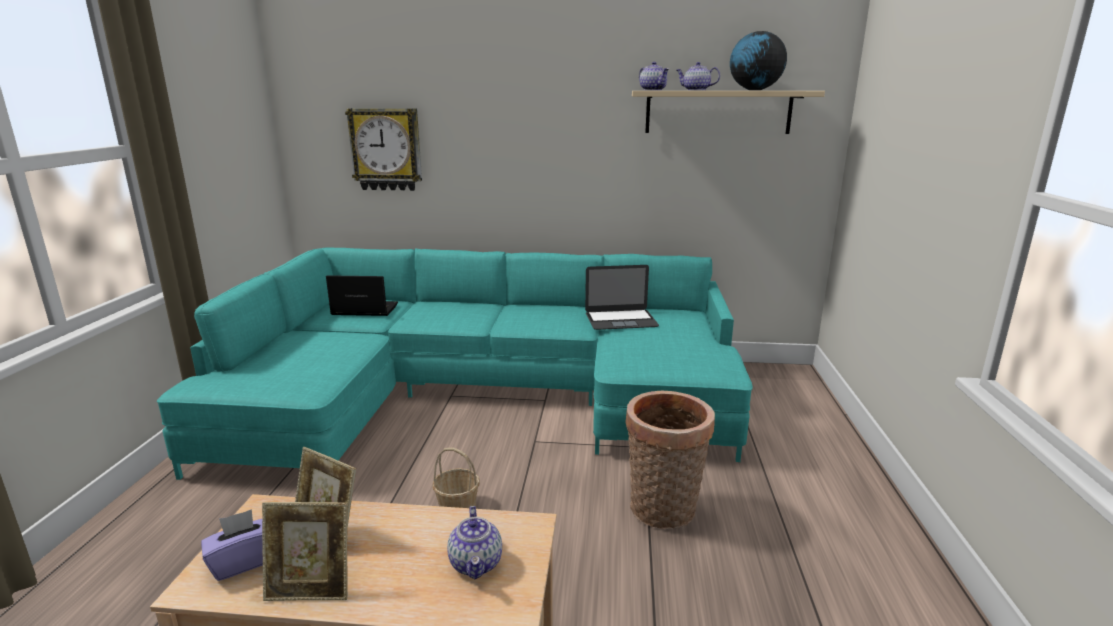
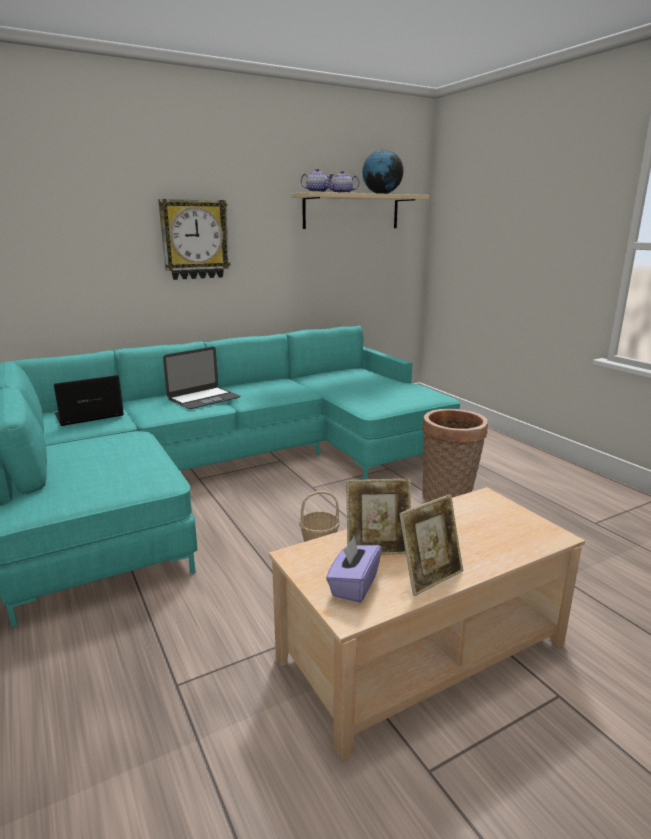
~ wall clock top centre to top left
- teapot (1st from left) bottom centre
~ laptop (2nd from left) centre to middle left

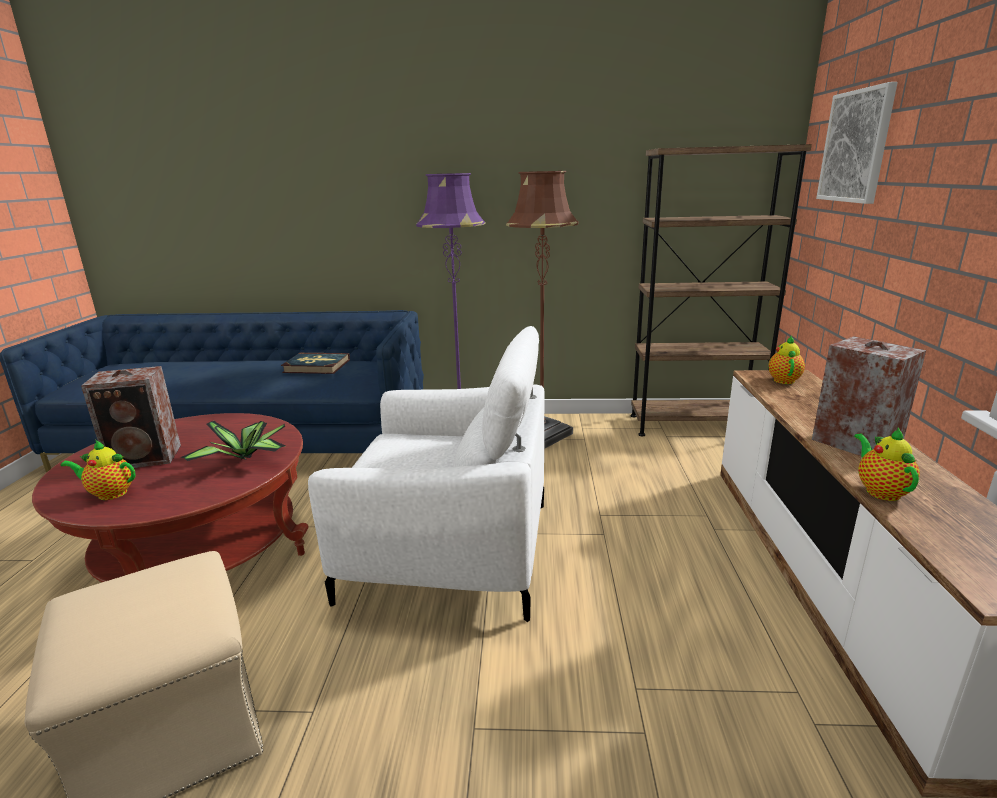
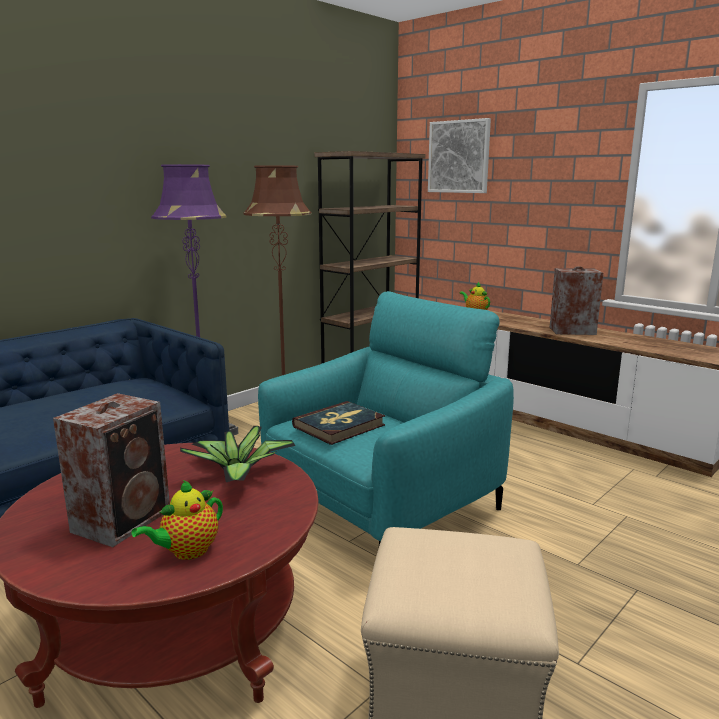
~ book middle left to centre
~ white armchair centre to turquoise armchair centre
- teapot (3rd from left) middle right

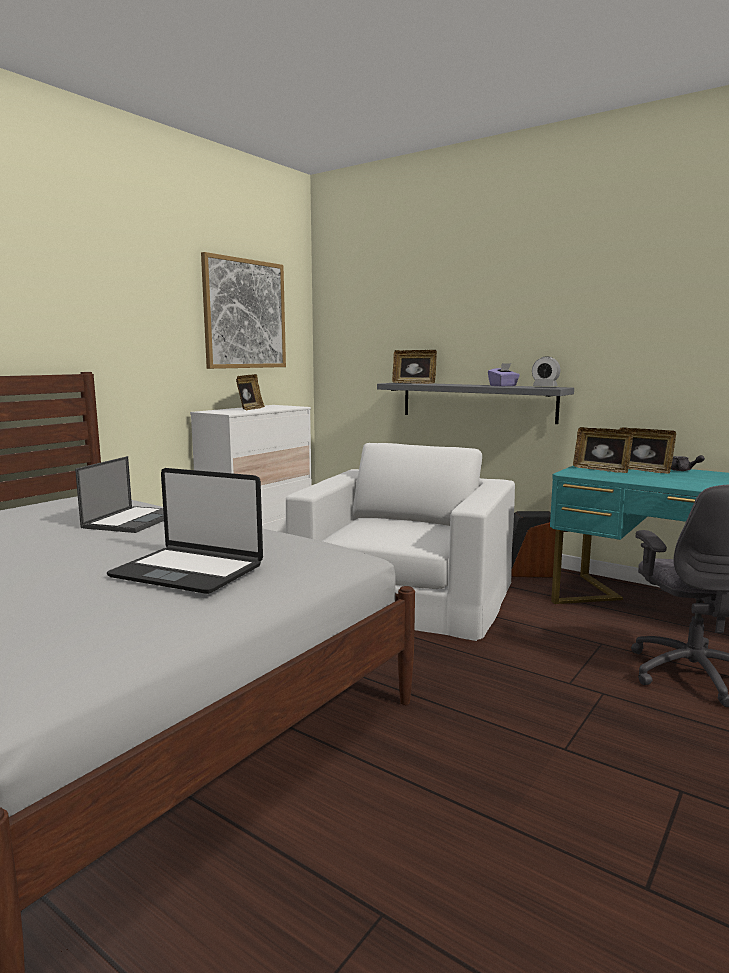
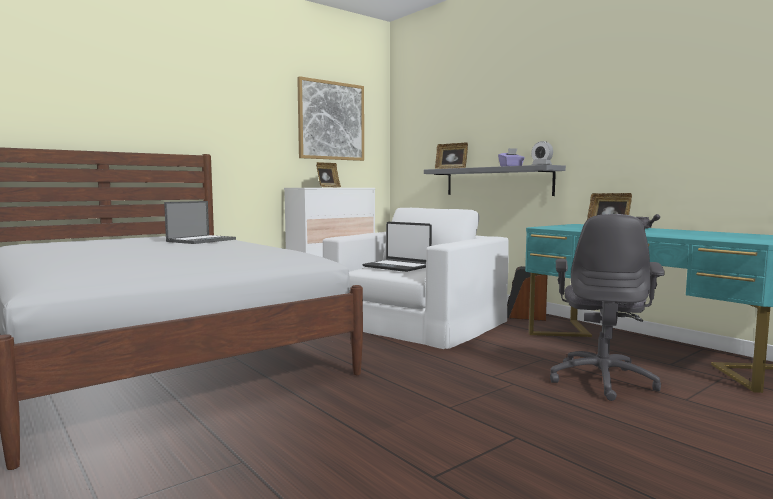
~ laptop (2nd from left) middle left to centre
- picture frame (3rd from left) middle right

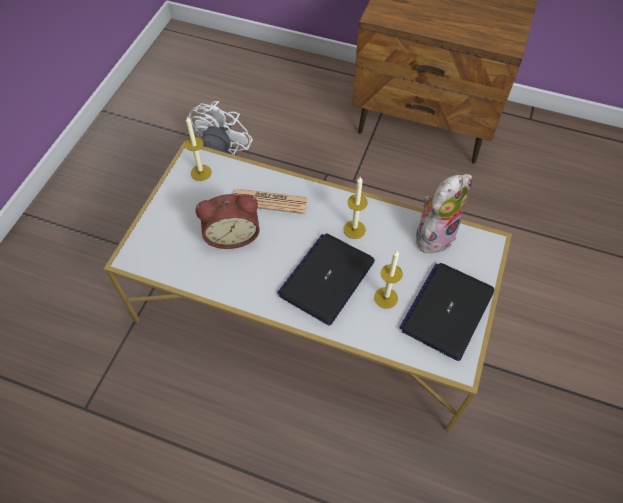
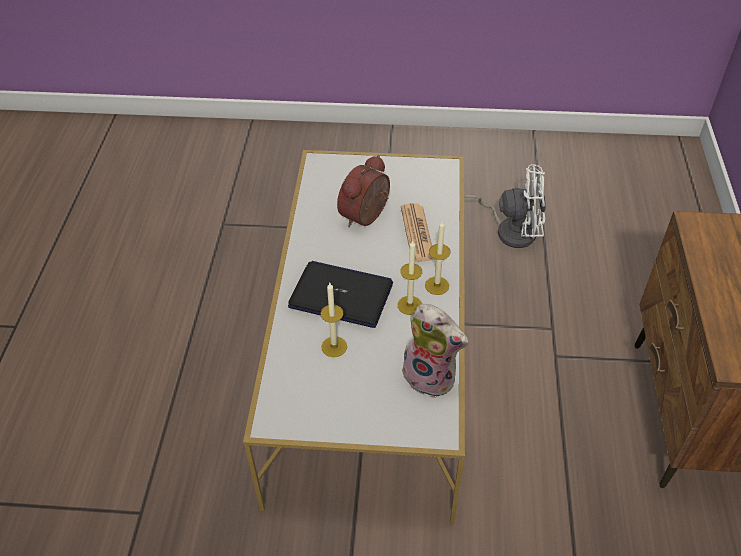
~ candle (1st from left in the first image) top left to candle (3rd from left) centre
~ alarm clock centre = centre 60 degrees clockwise
- laptop (2nd from left) middle right

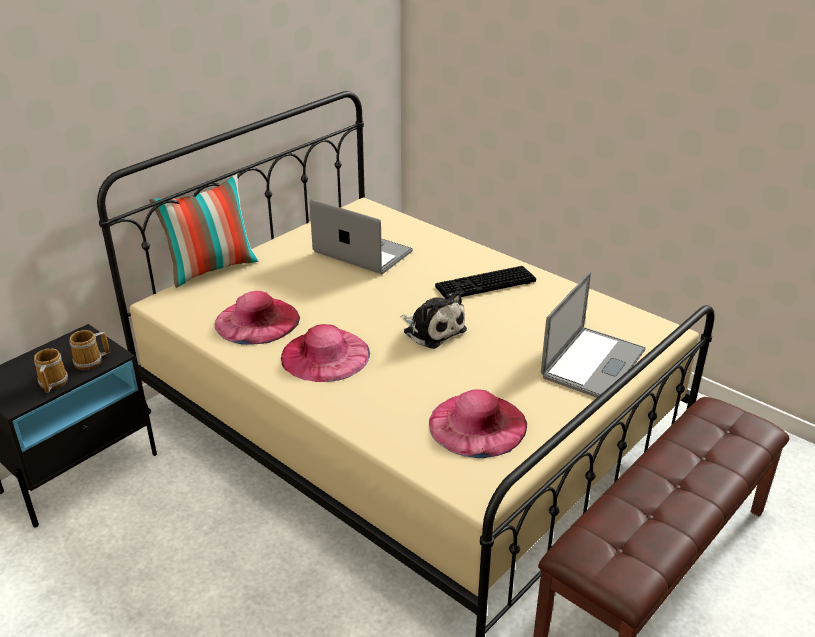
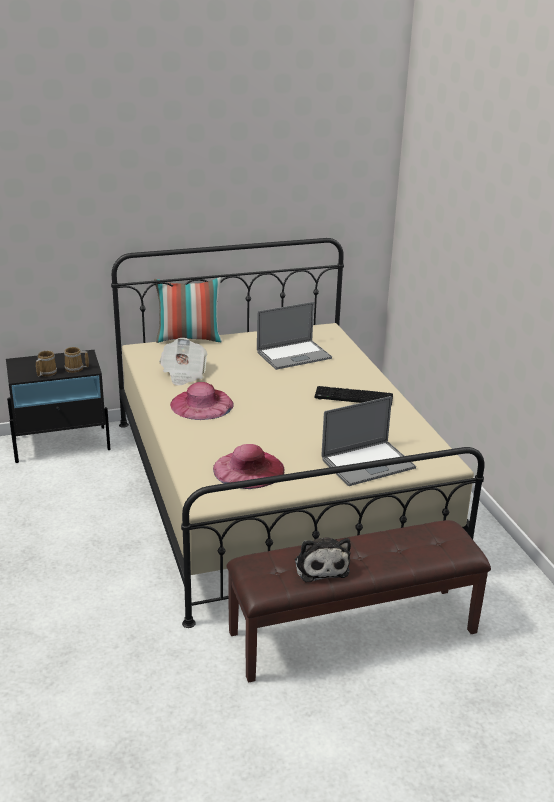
~ pink hat (1st from left) middle left to newspaper middle left
~ laptop (1st from left) centre = centre 90 degrees clockwise
~ plush toy centre to bottom centre

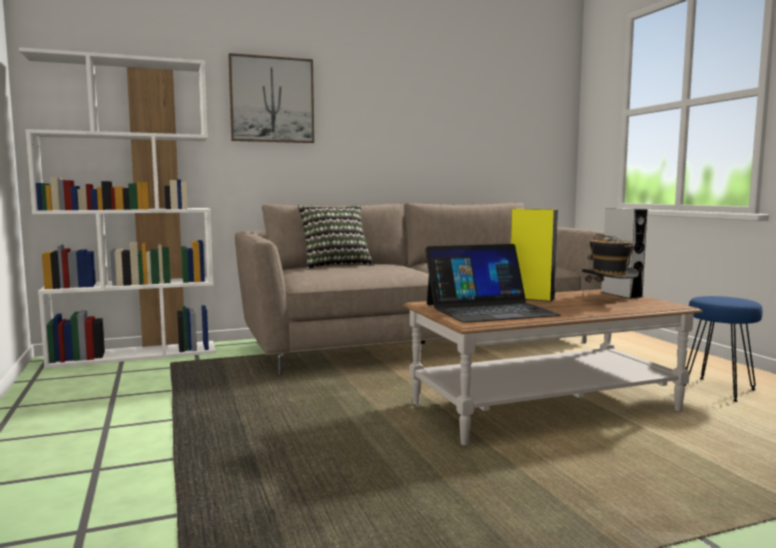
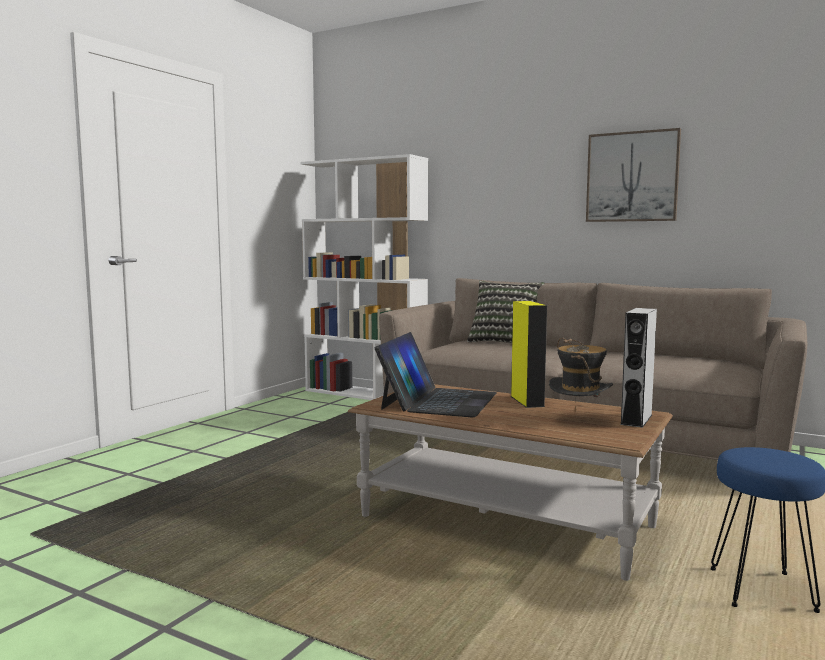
~ picture top centre to top right
~ laptop centre = centre 105 degrees counterclockwise

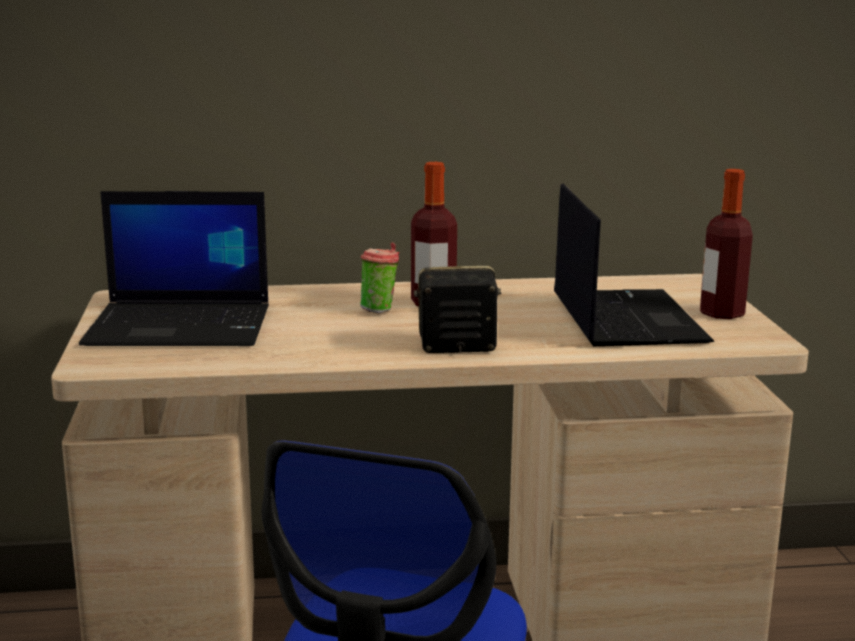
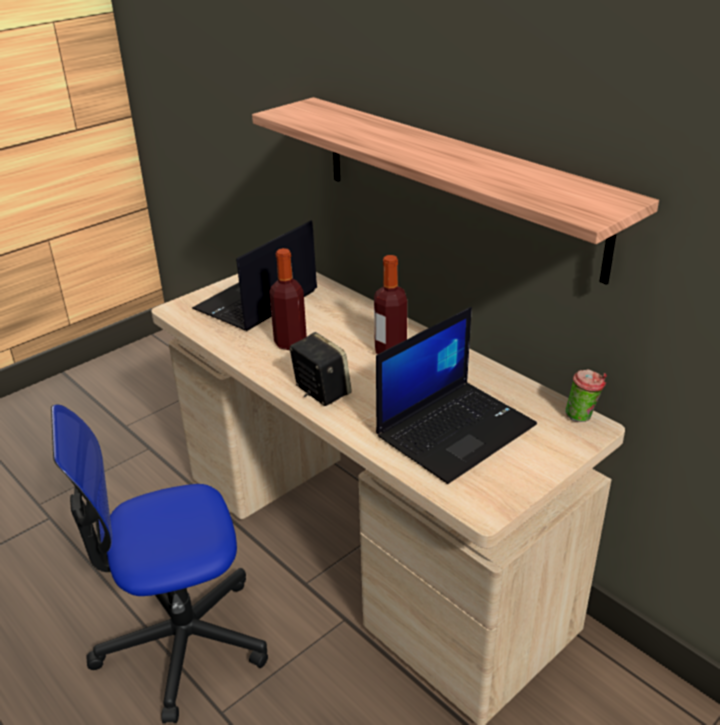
~ laptop (1st from left) middle left = centre 75 degrees clockwise
~ cup centre to middle right
~ bottle (2nd from left in the first image) middle right to bottle (1st from left) centre
+ shelf top centre

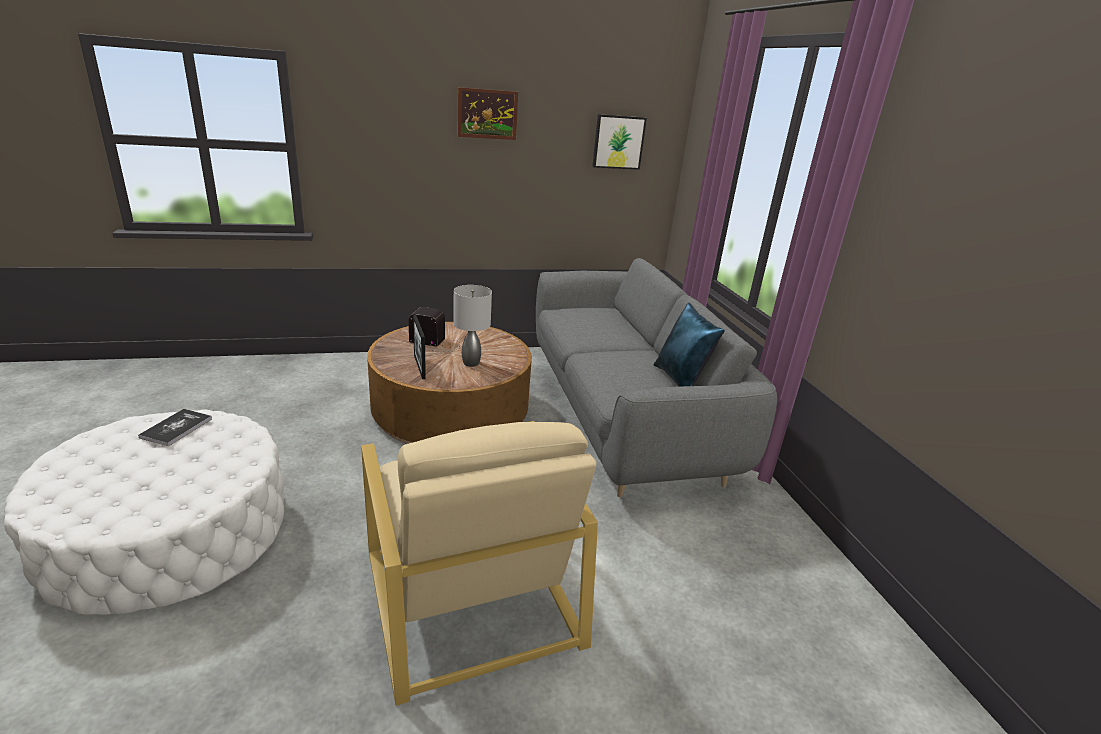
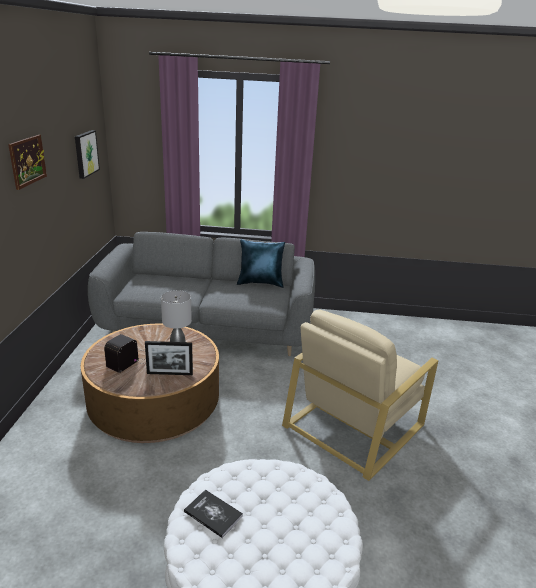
~ beige armchair bottom centre = bottom right 135 degrees clockwise

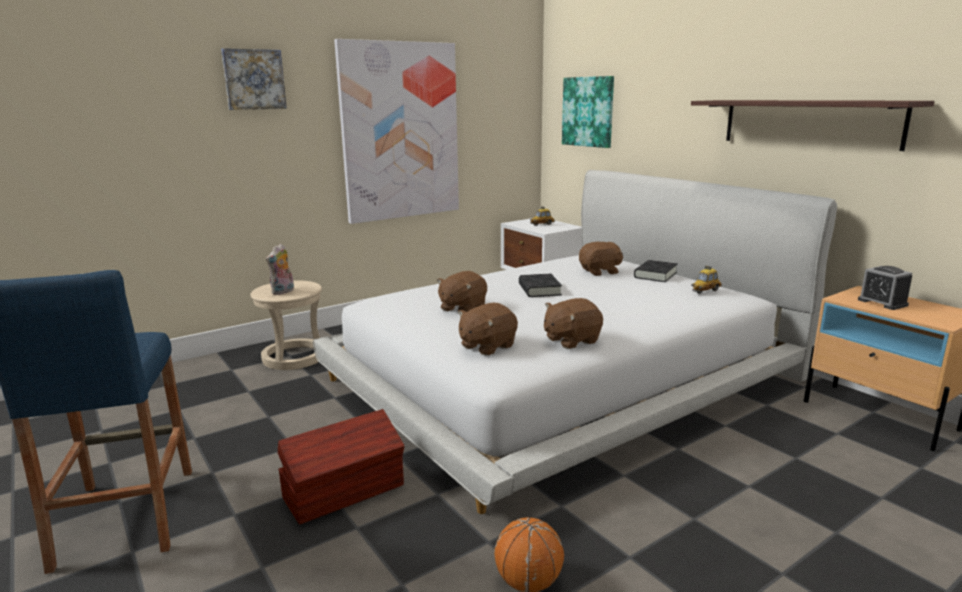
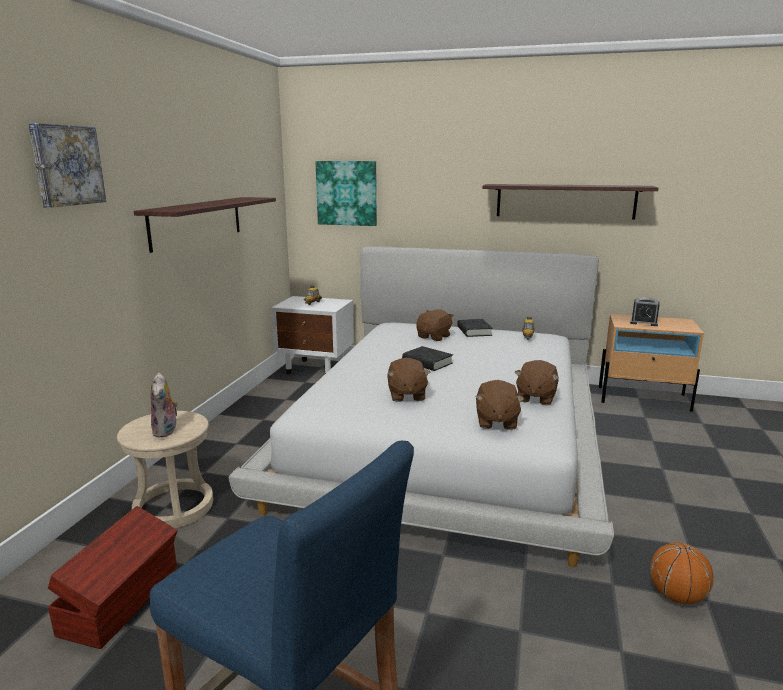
~ brown storage box bottom centre to bottom left
~ picture (2nd from left) top centre to shelf (1st from left) top left

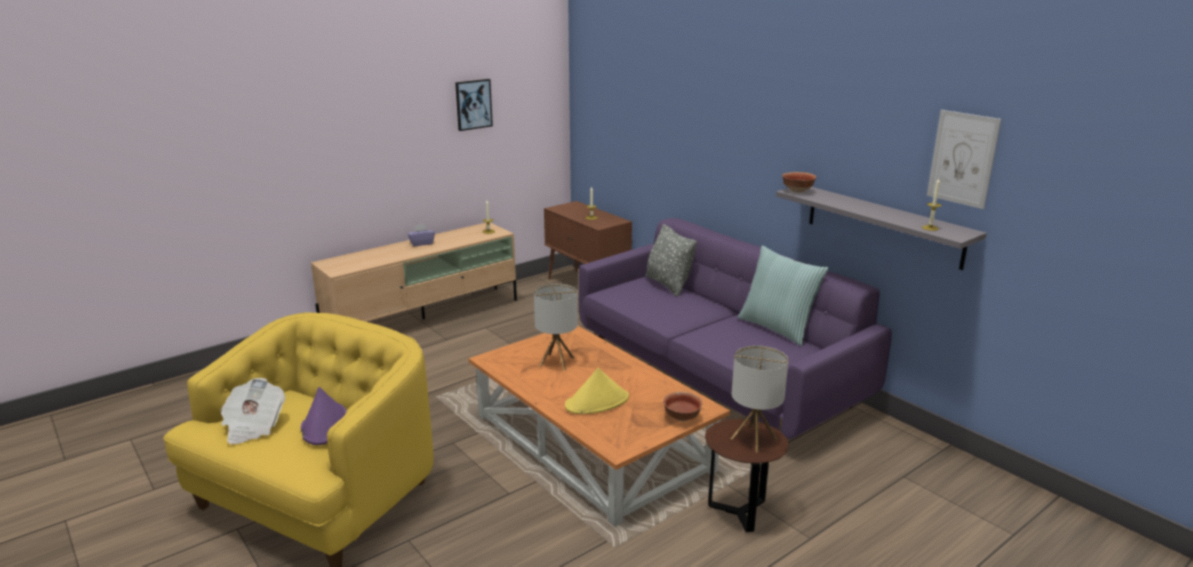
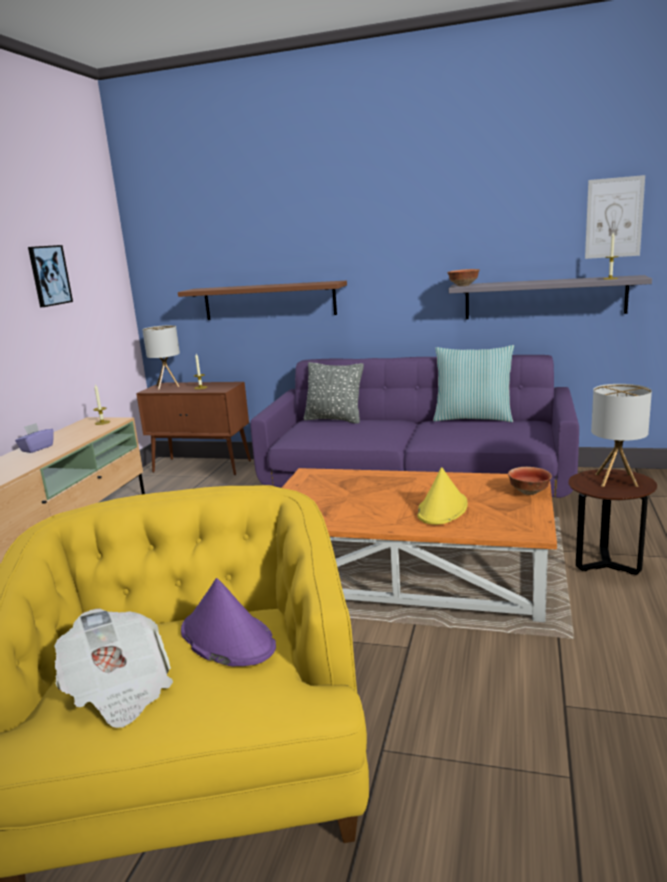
~ table lamp (1st from left) centre to middle left
+ brown shelf centre

